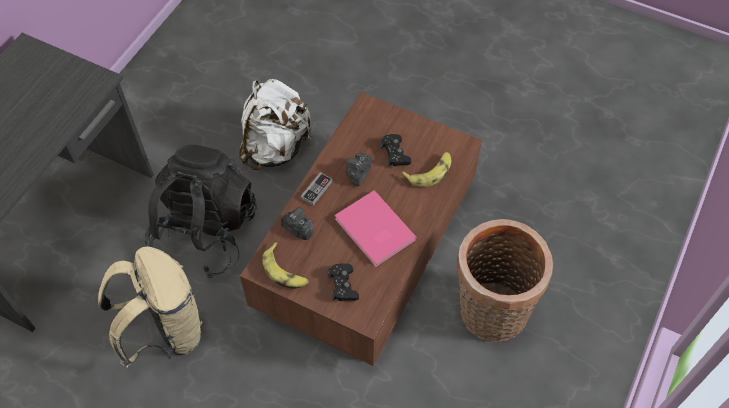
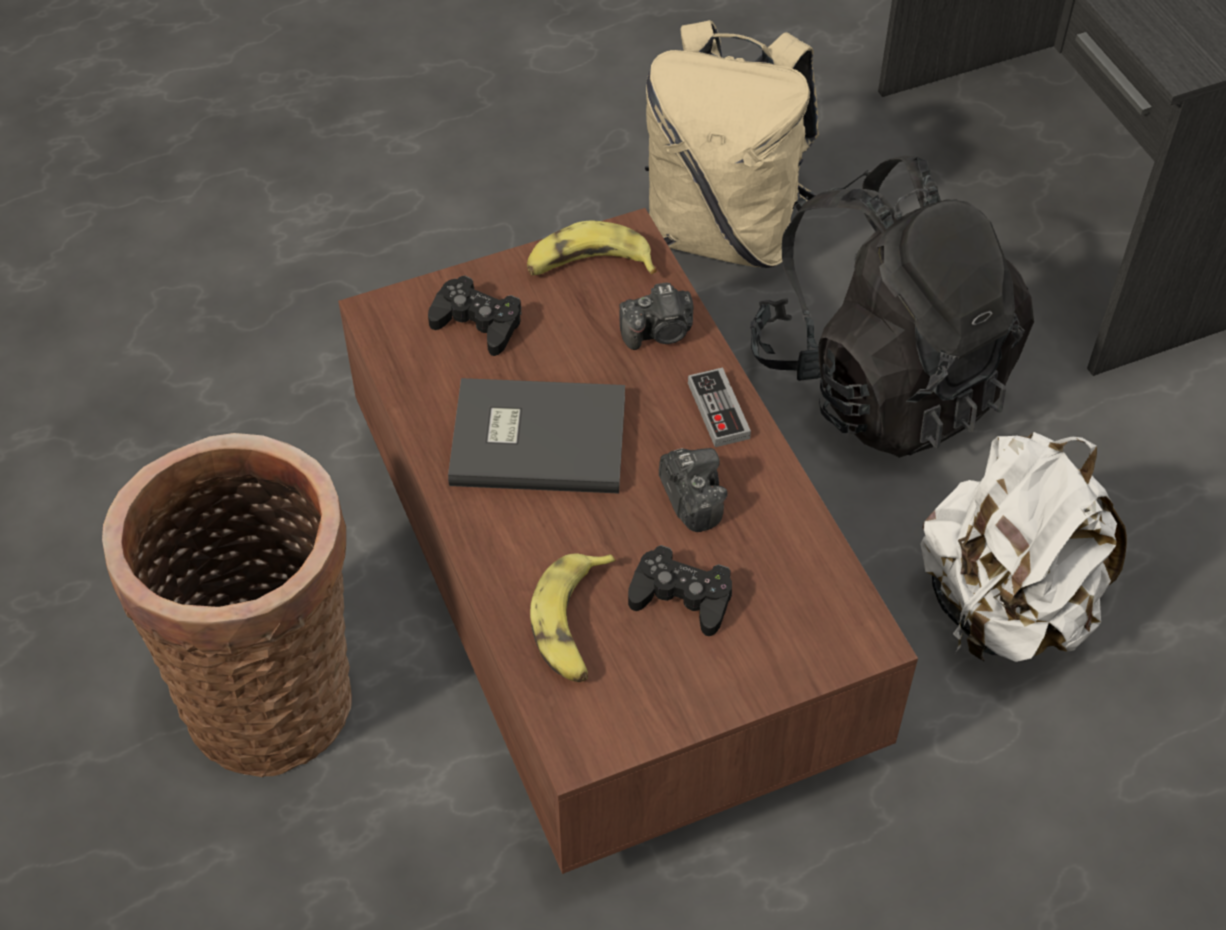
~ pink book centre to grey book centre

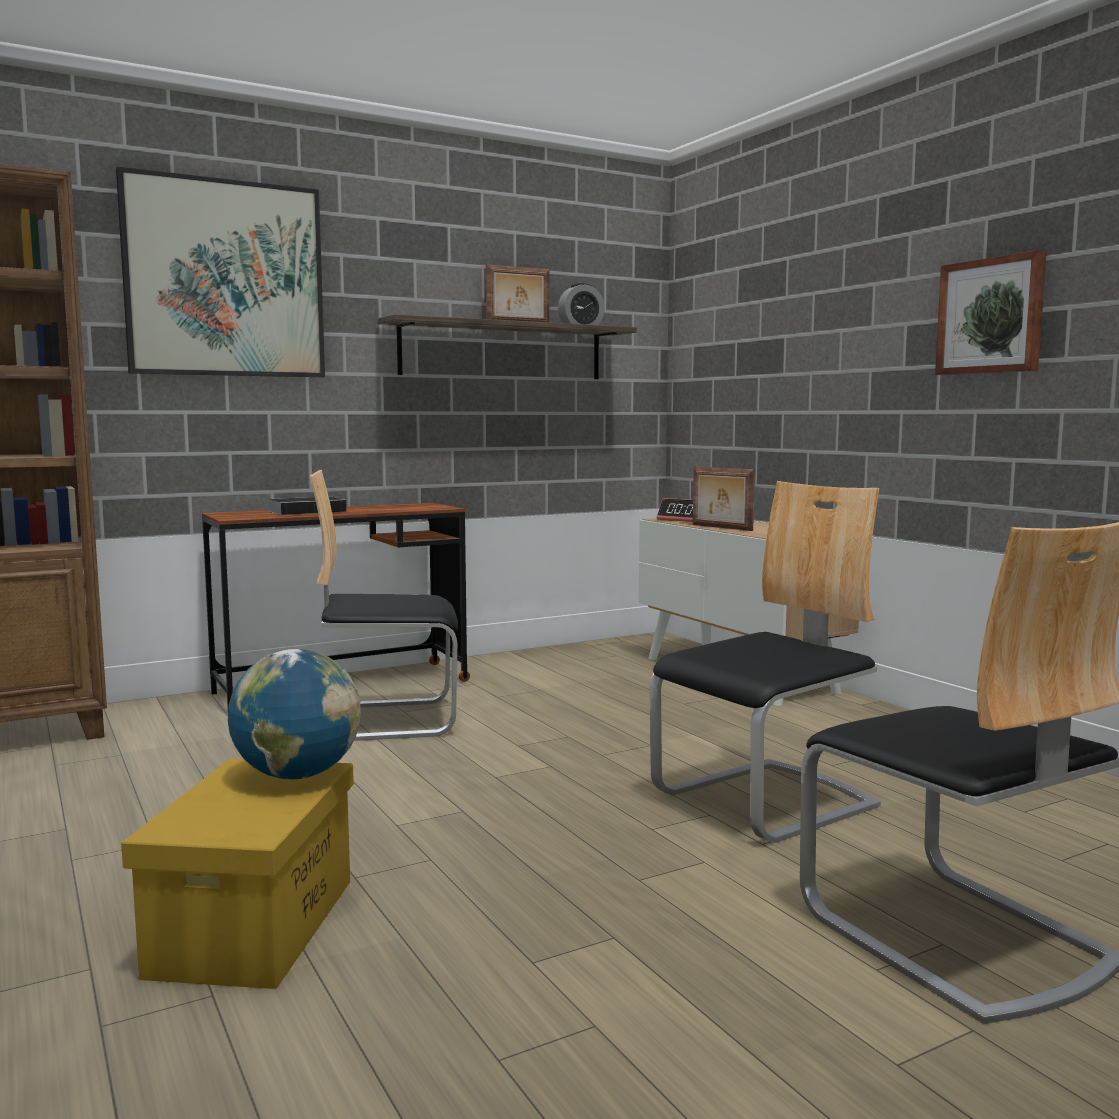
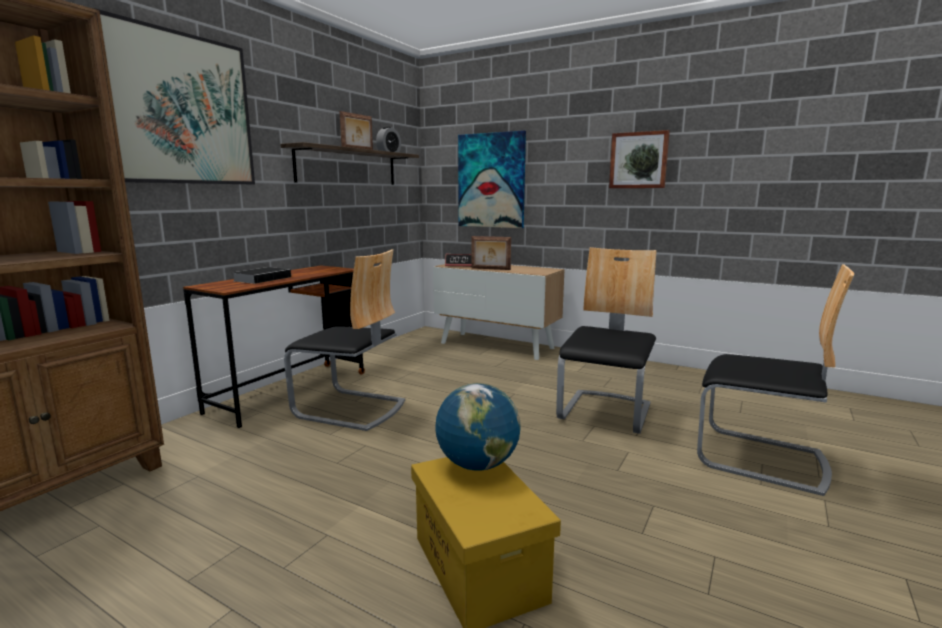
~ chair (1st from left) centre = centre 120 degrees counterclockwise
+ picture (2nd from left) top centre

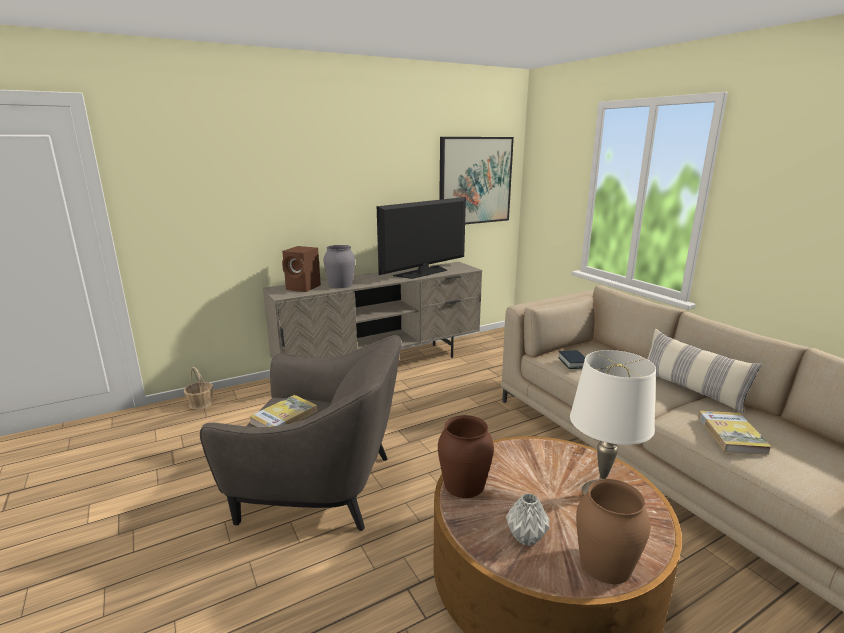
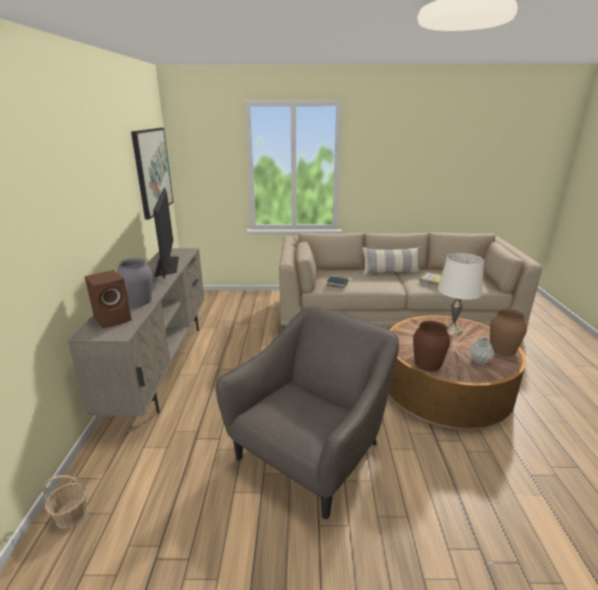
- book (1st from left) centre

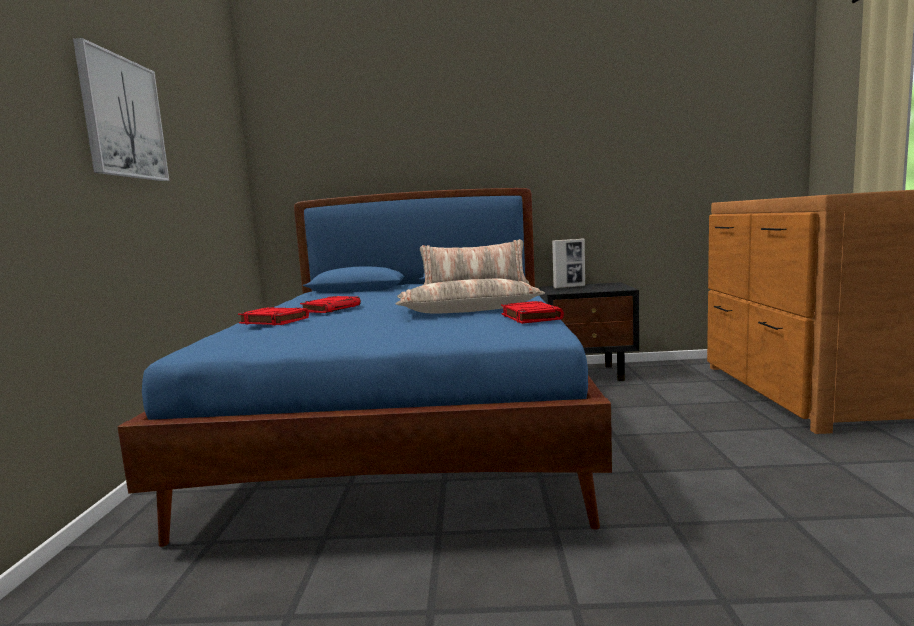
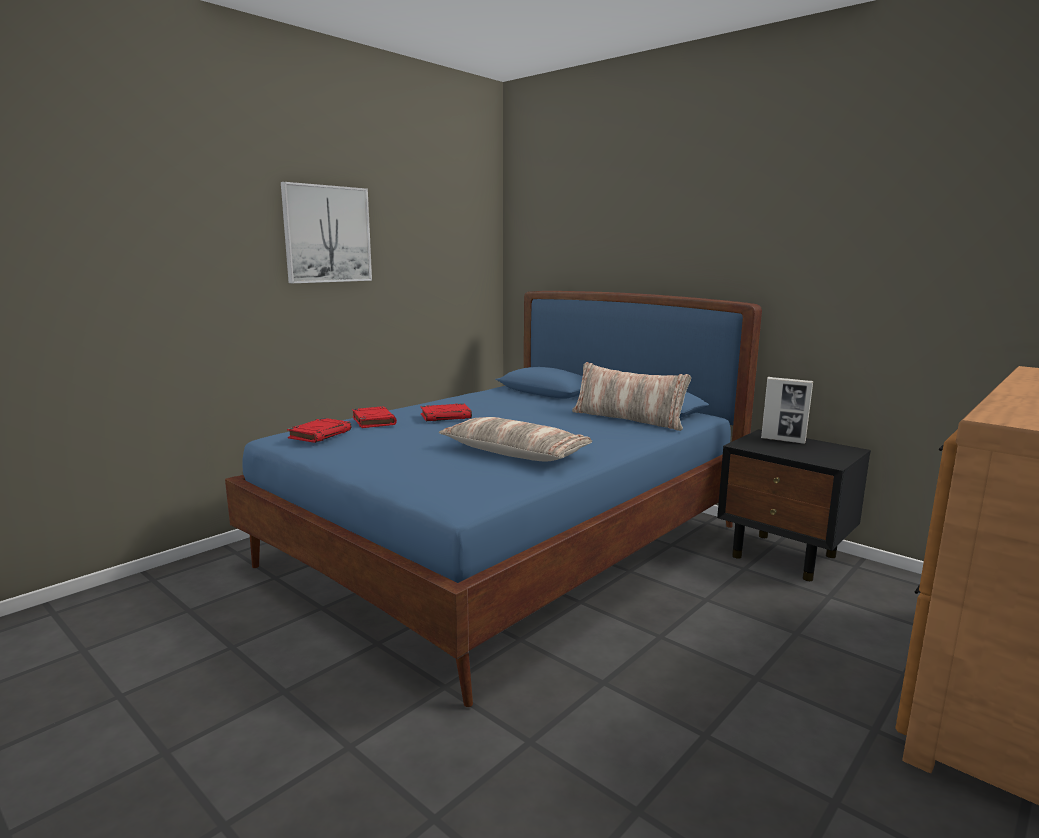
~ red book (3rd from left in the first image) centre to red book (1st from left) middle left

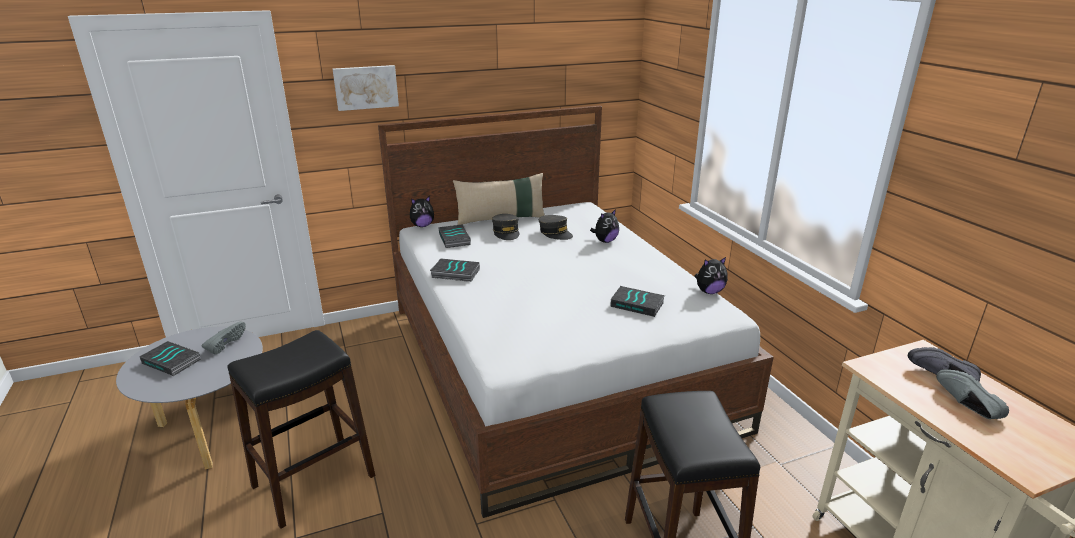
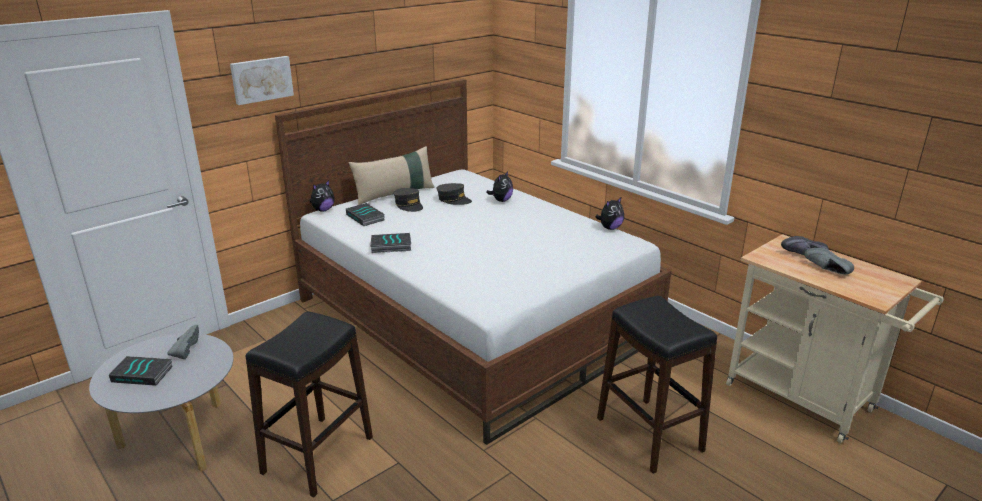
- book (4th from left) centre

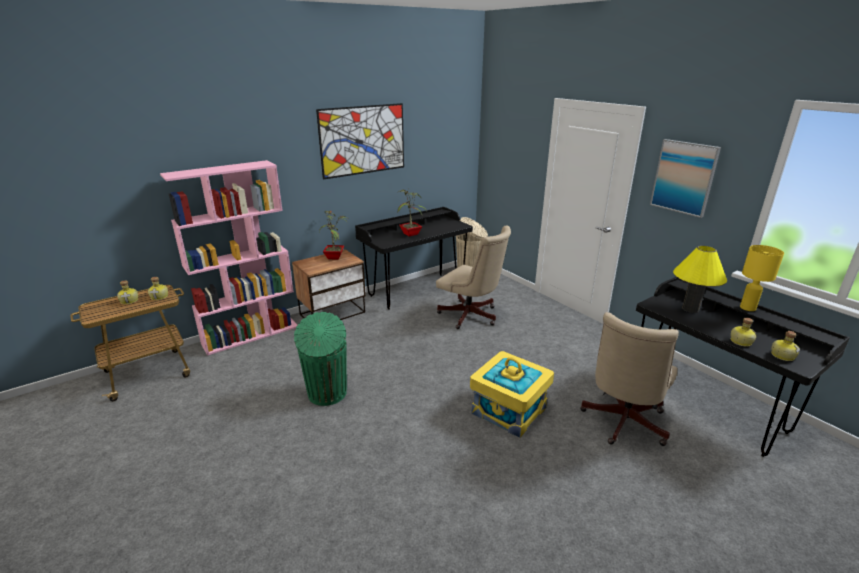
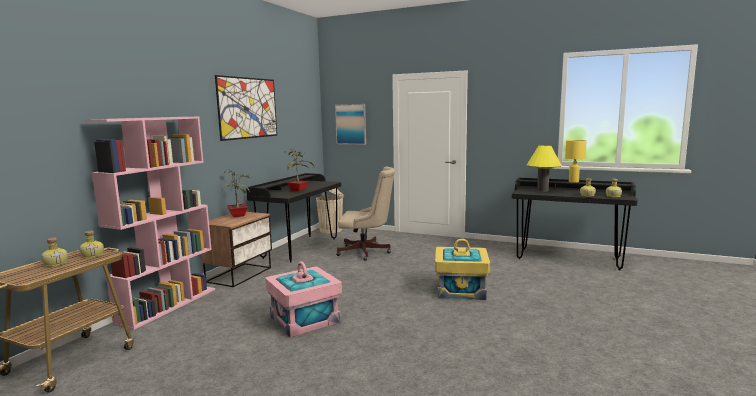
~ green trash can centre to pink storage box bottom centre
- beige office chair (2nd from left) middle right
~ picture (2nd from left) top right to top centre

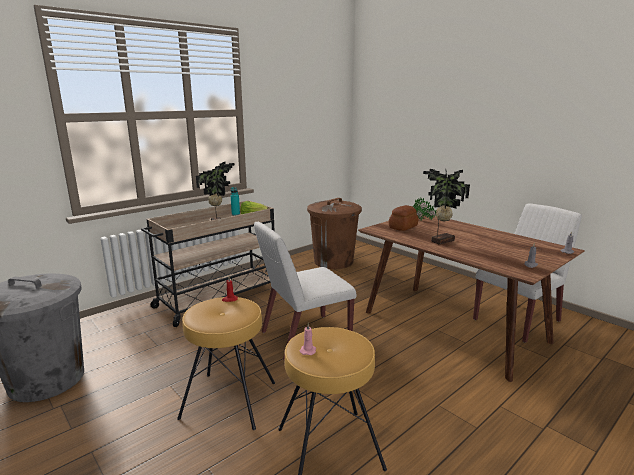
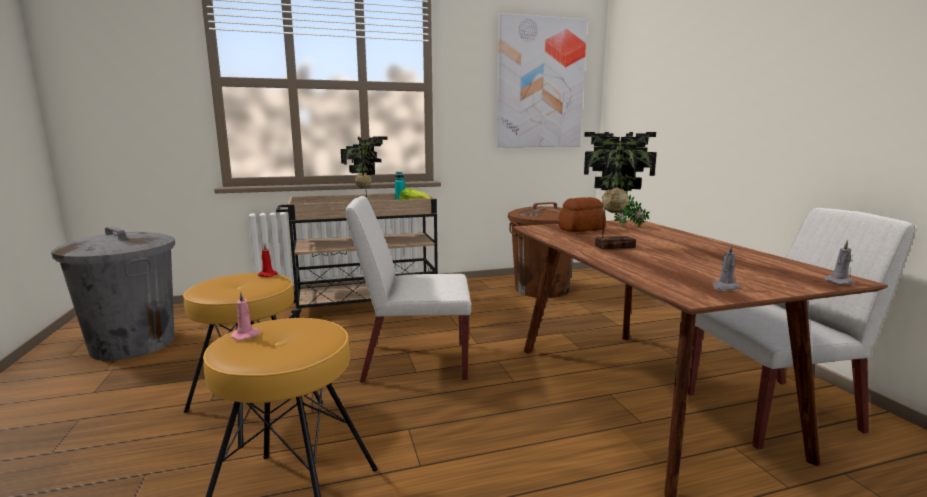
+ picture top centre

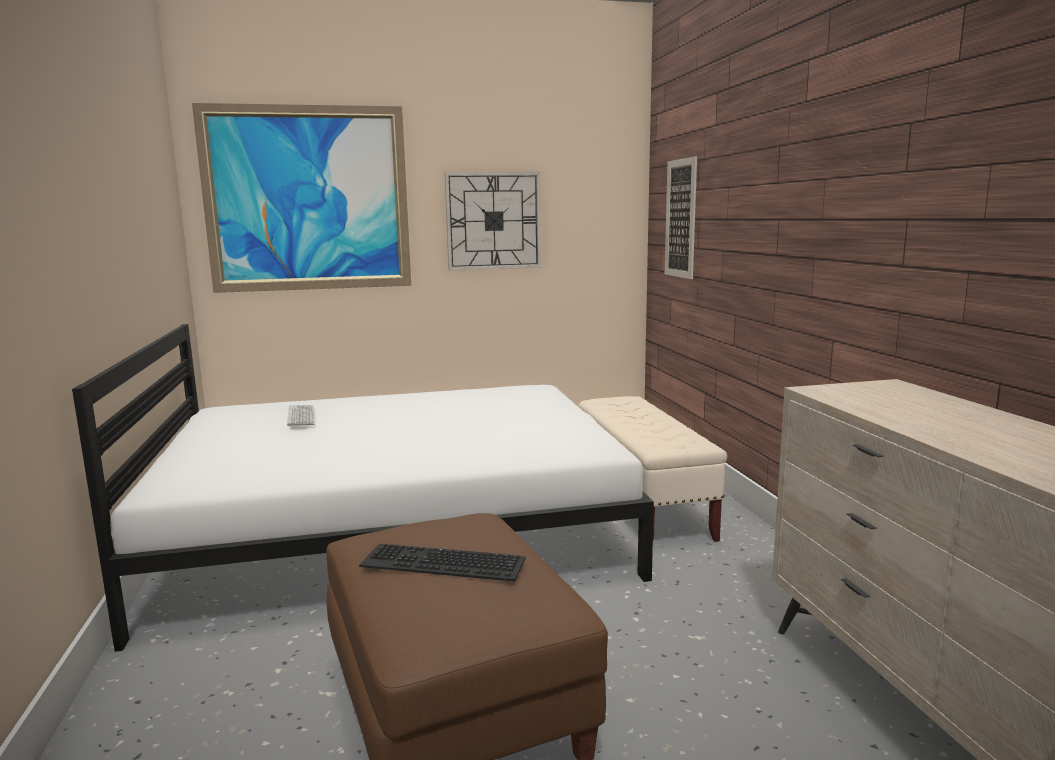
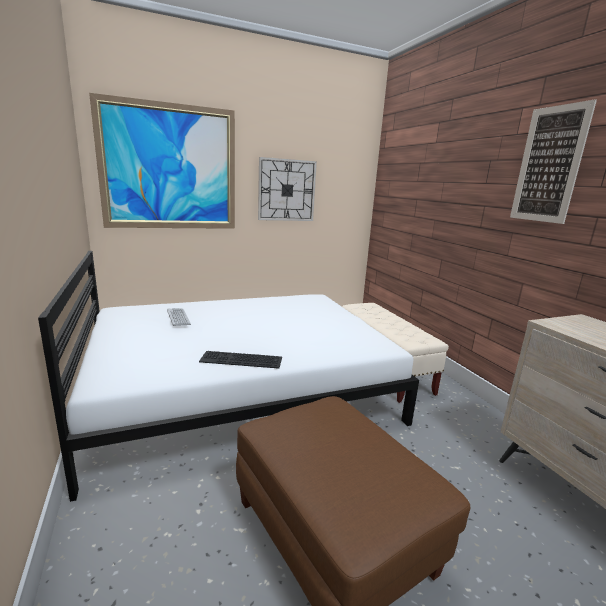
~ keyboard (2nd from left) bottom centre to centre
~ picture (2nd from left) top centre to top right

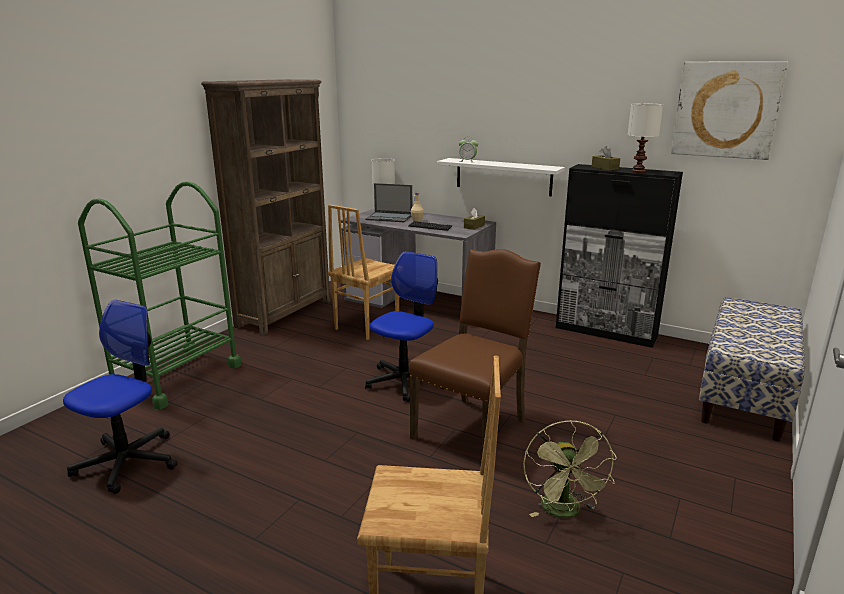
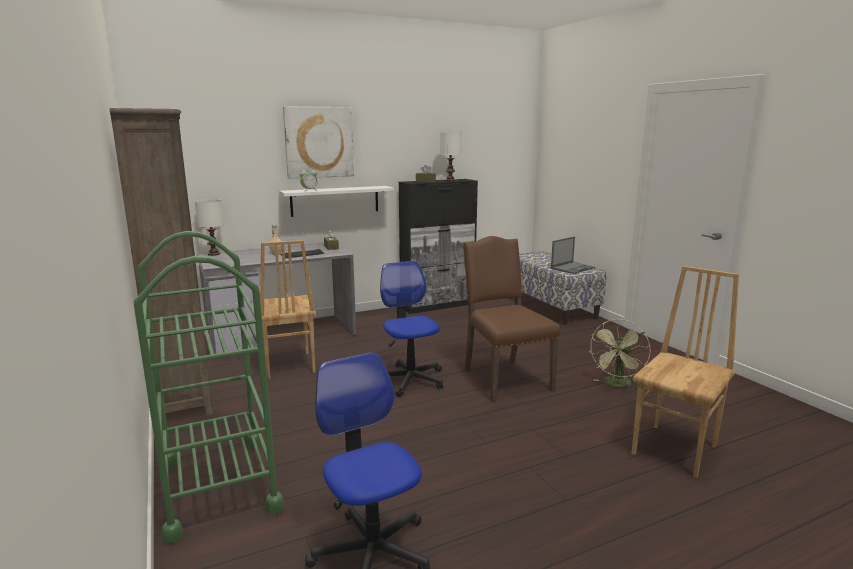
~ laptop centre to middle right
~ green fan bottom right = middle right 90 degrees clockwise
~ picture top right to top centre

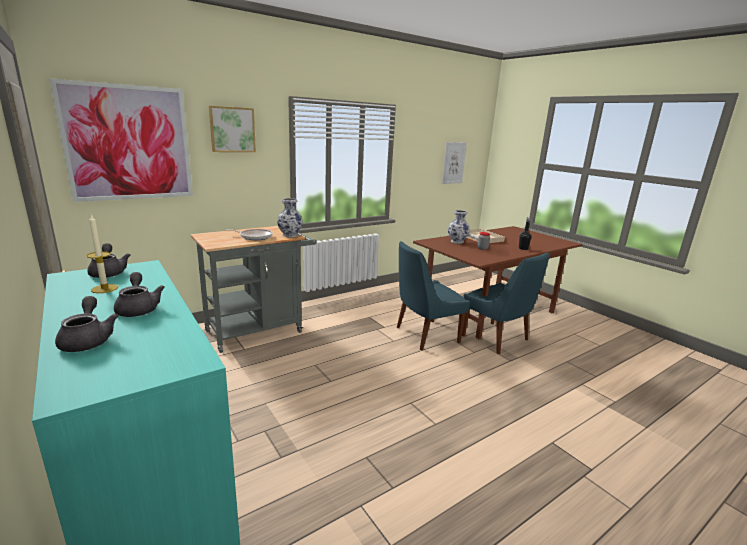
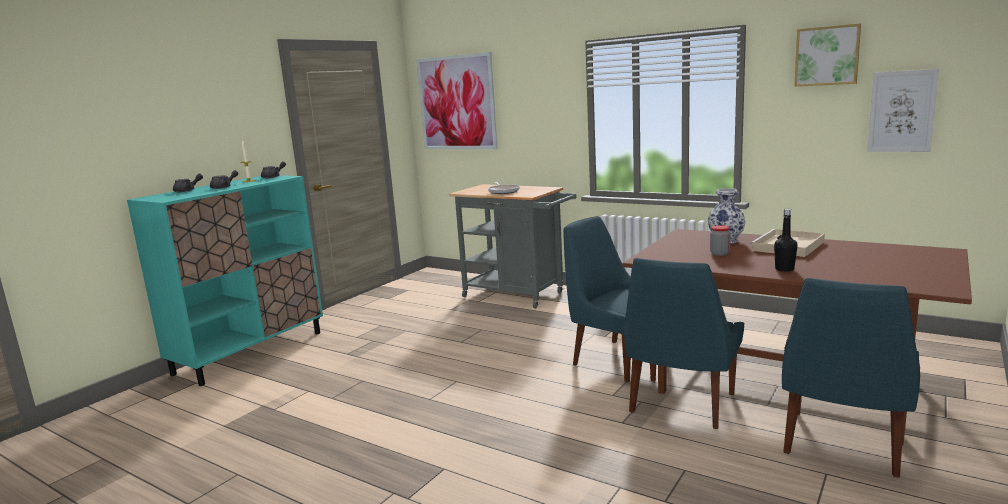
~ picture (2nd from left) top left to top right
- vase (1st from left) centre
+ blue chair (3rd from left) bottom right

